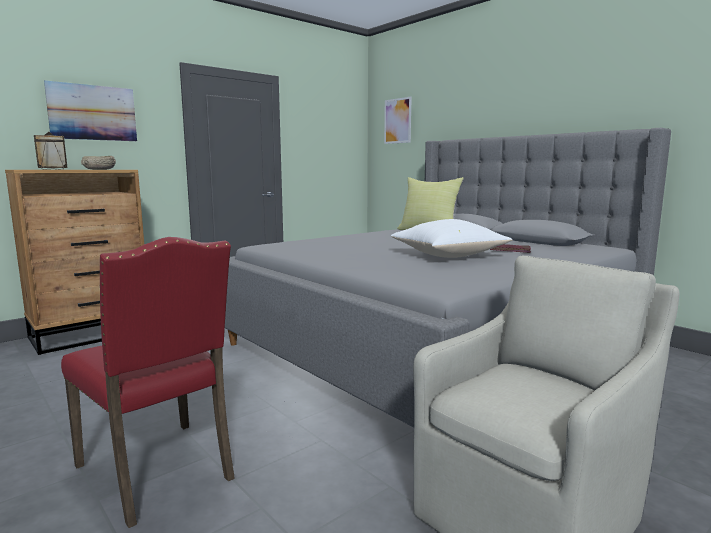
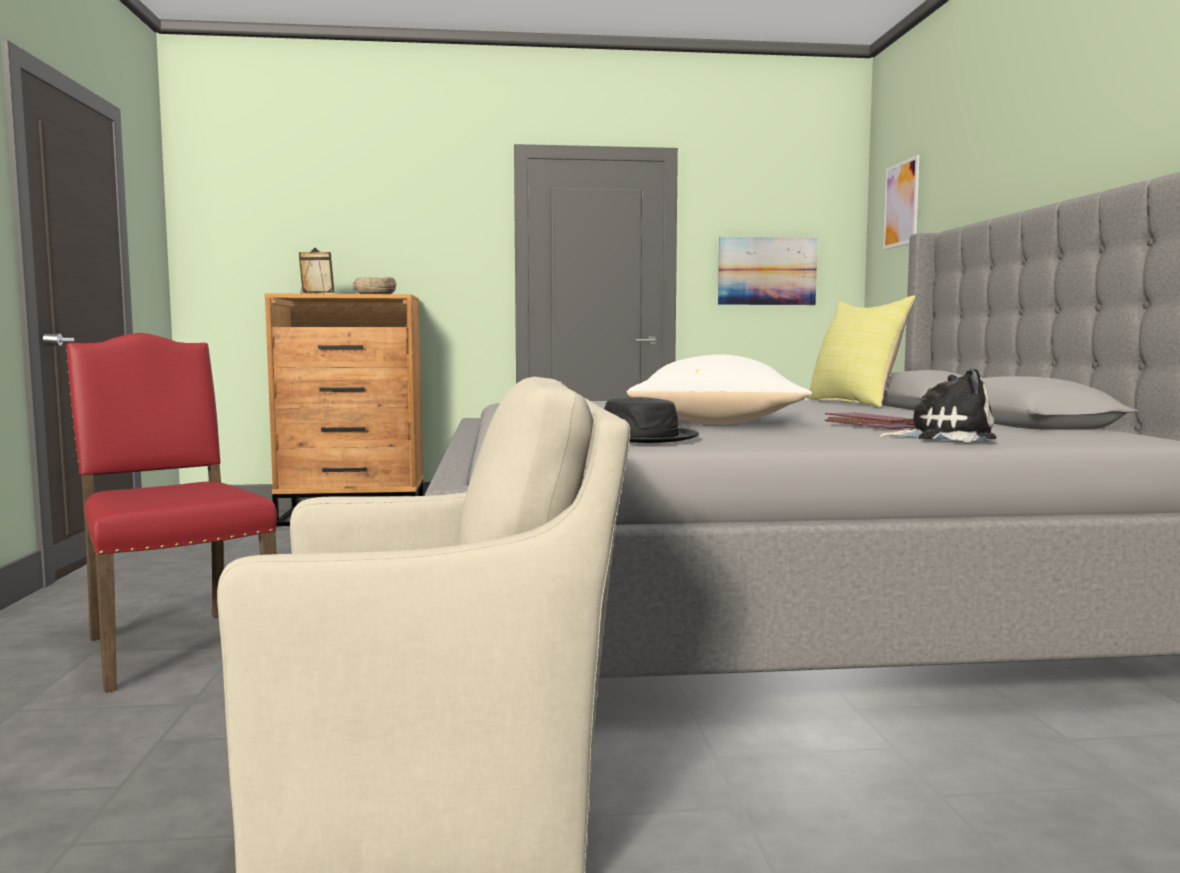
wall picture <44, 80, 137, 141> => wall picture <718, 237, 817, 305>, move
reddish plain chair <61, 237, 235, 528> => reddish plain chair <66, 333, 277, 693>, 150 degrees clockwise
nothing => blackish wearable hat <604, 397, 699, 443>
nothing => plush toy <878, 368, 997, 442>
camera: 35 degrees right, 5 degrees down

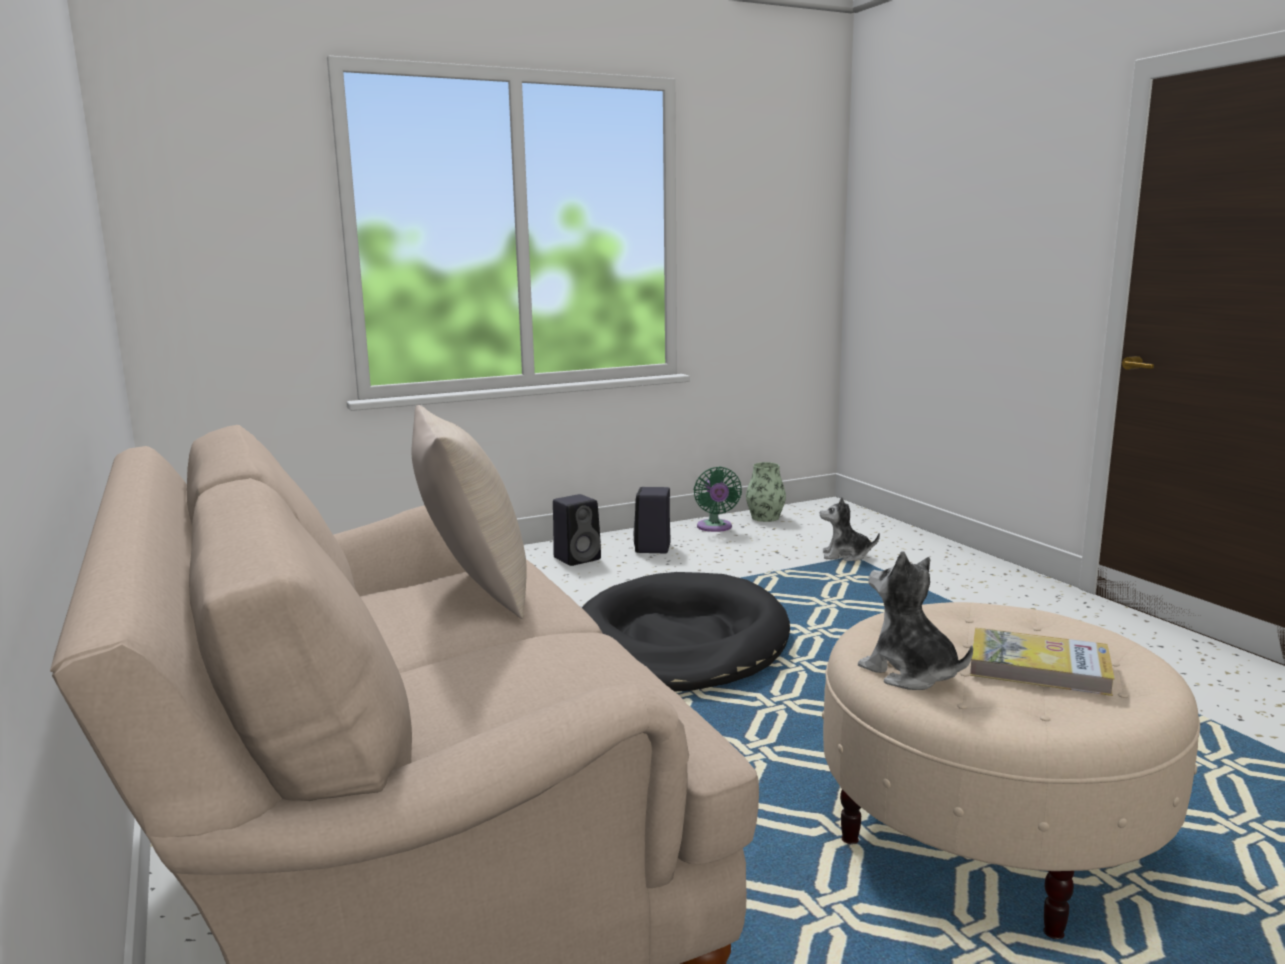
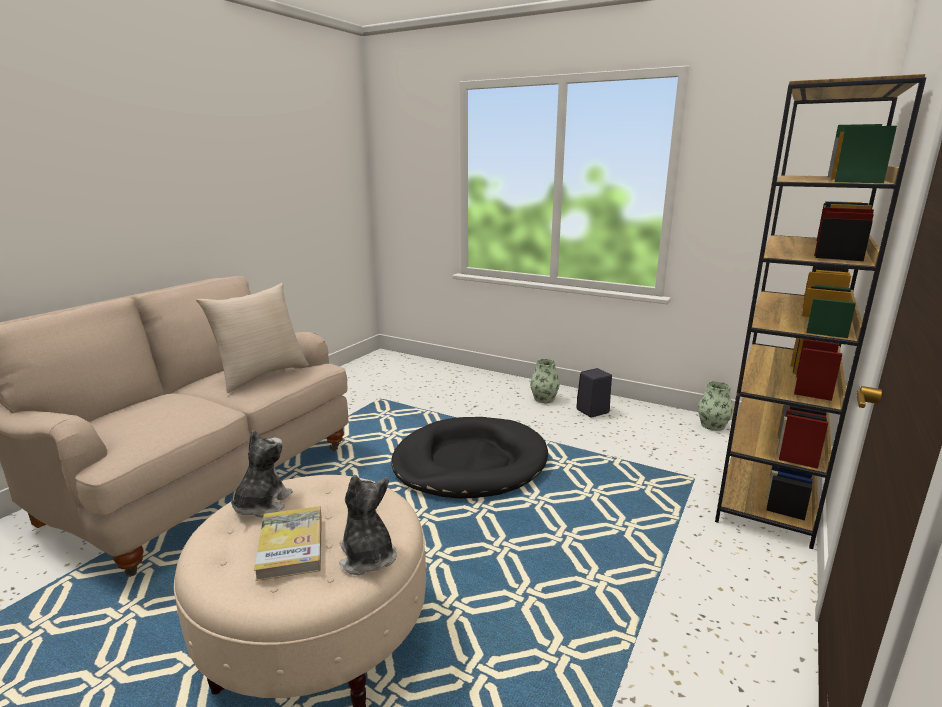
blackish loudspeaker <553, 494, 601, 566> => vase <530, 359, 560, 403>
greenish fan <694, 467, 742, 532> => nothing
plush toy <820, 498, 880, 561> => plush toy <339, 475, 397, 575>, move
nothing => brown-coloured shelving unit <715, 74, 926, 549>
camera: 55 degrees right, 5 degrees up

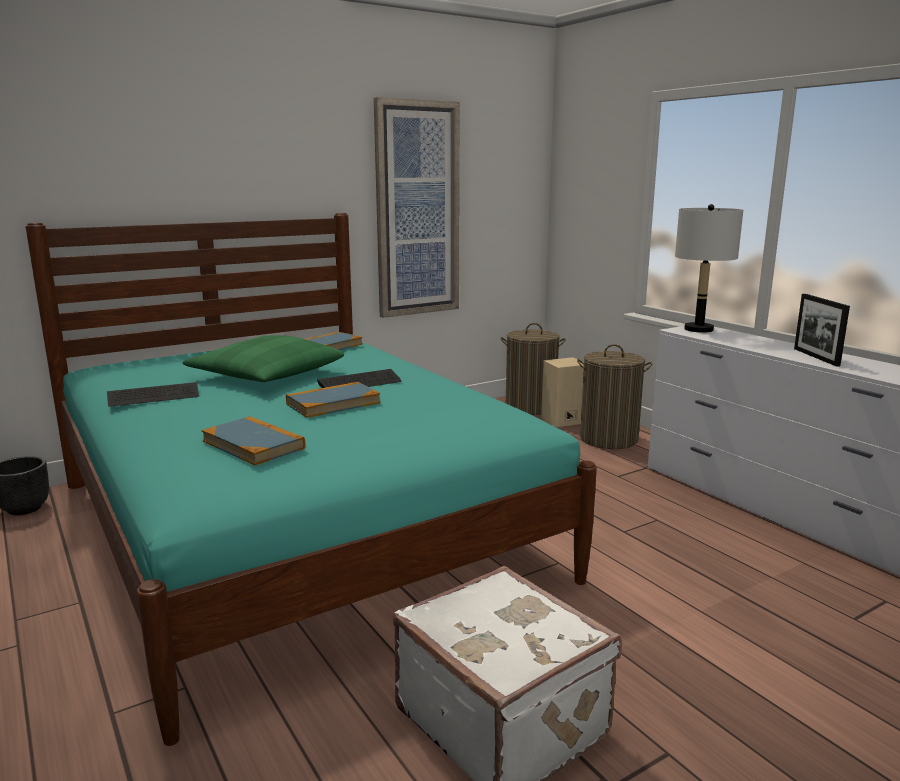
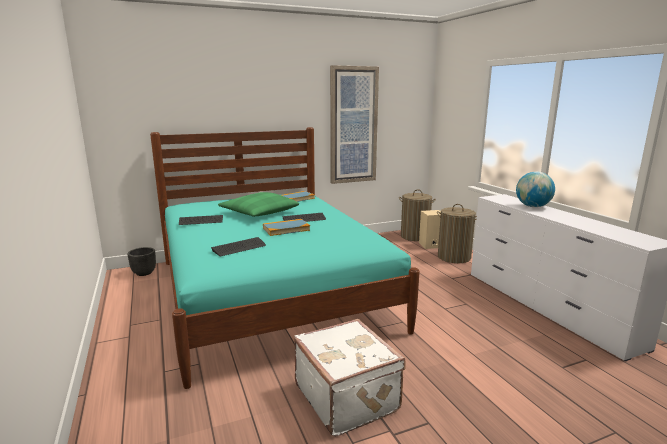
volume <202, 416, 305, 465> => computer keyboard <211, 237, 266, 256>
gray tabletop lamp <675, 204, 743, 333> => nothing
photo frame <794, 294, 850, 366> => nothing
nothing => world globe <516, 172, 555, 207>
camera: 10 degrees right, 0 degrees up

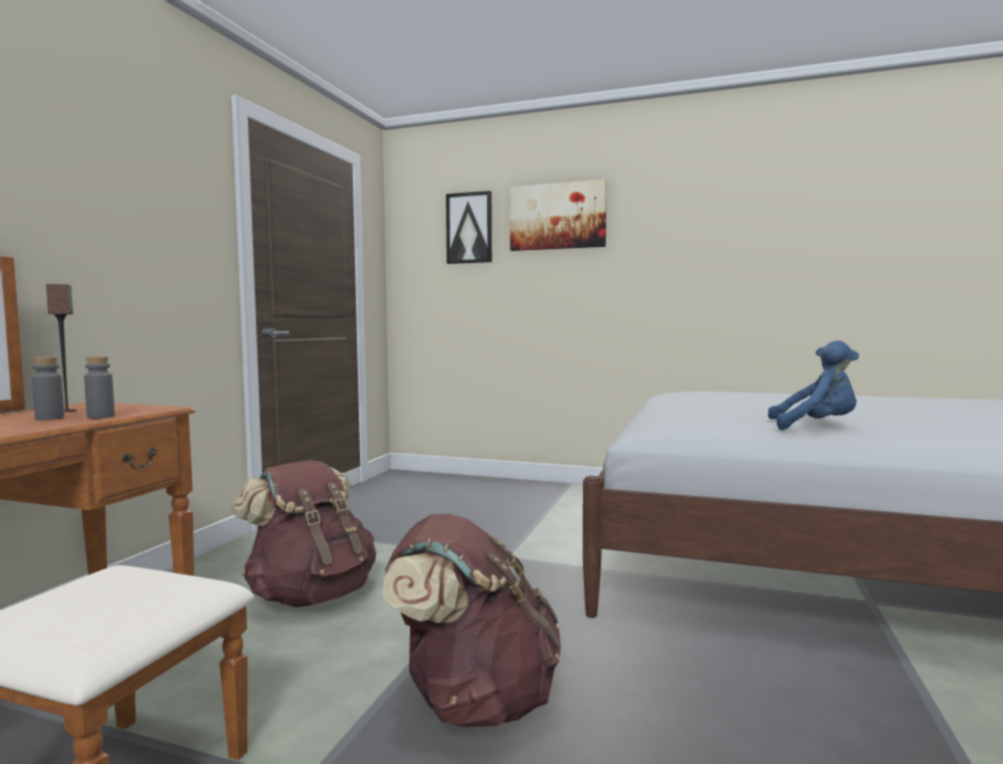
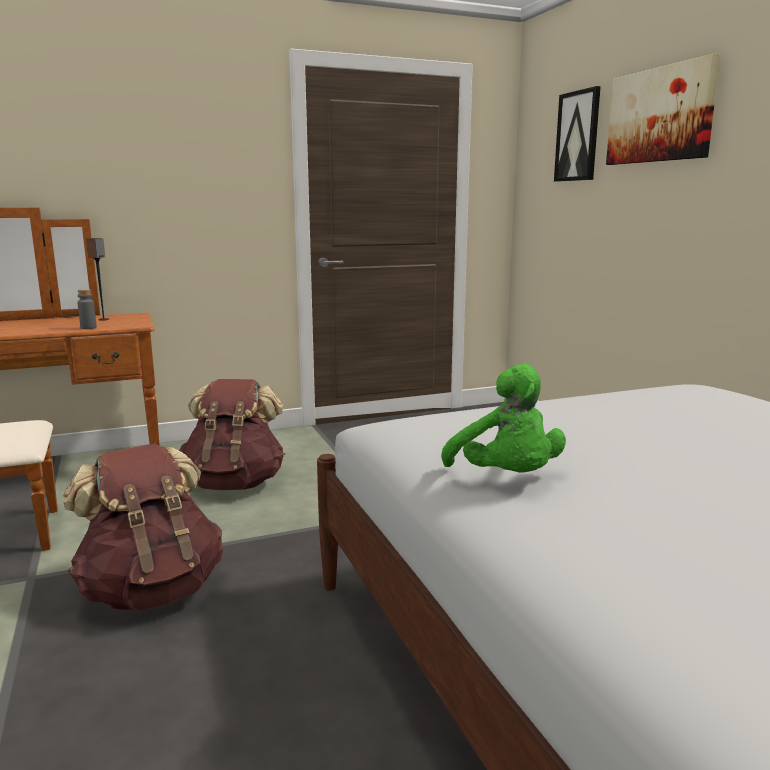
gray bottle <32, 357, 64, 420> => nothing
blue plush toy <768, 340, 859, 430> => greenish plush toy <441, 364, 566, 472>
camera: 50 degrees right, 10 degrees up

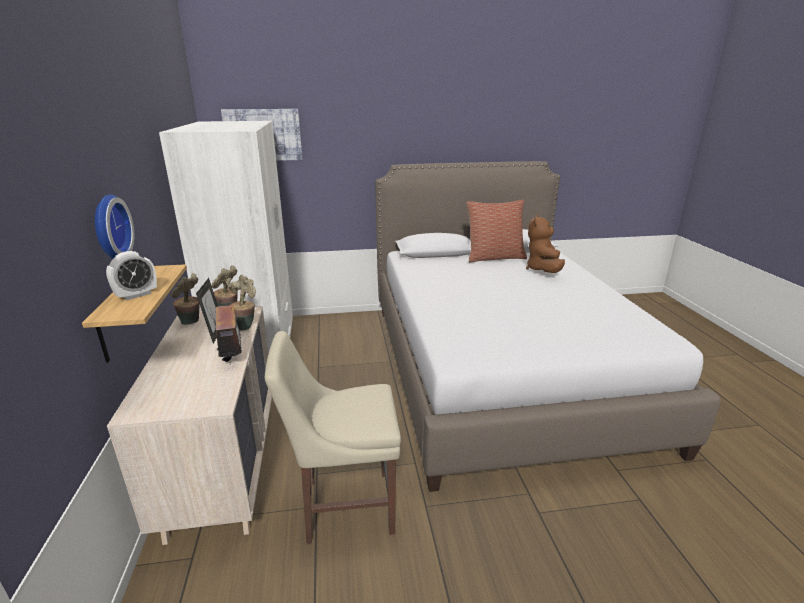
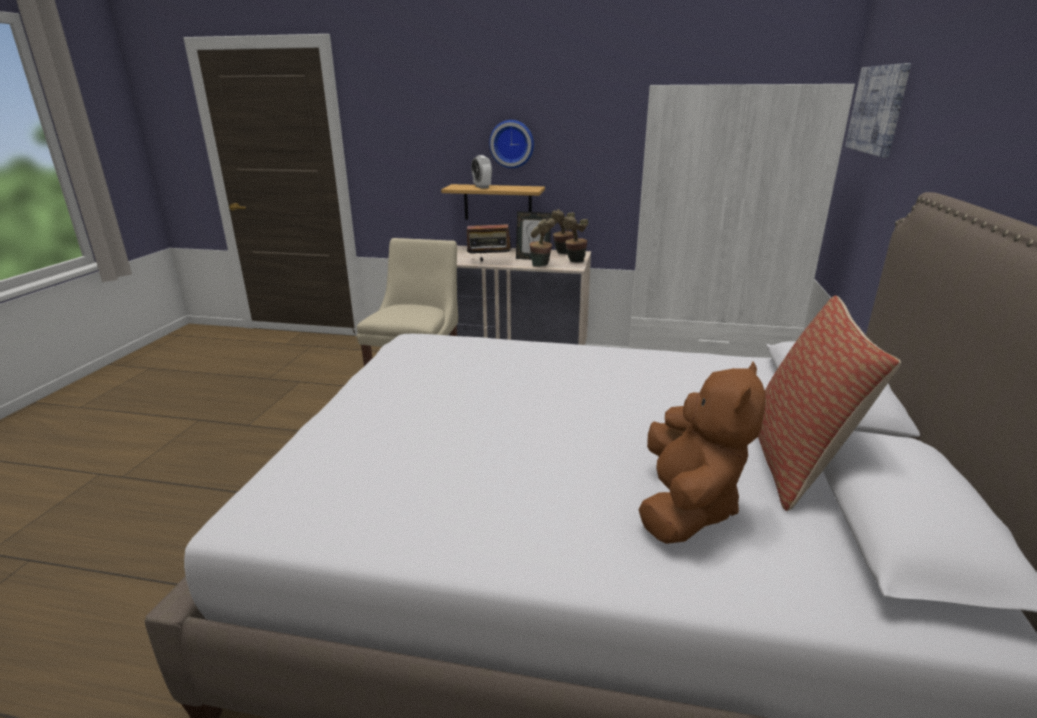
brown-coloured plush toy <526, 215, 565, 273> => brown-coloured plush toy <639, 361, 766, 544>, 75 degrees clockwise
camera: 110 degrees right, 0 degrees up

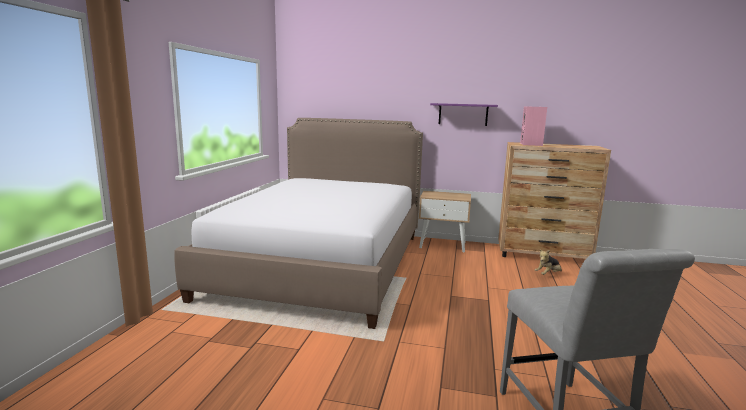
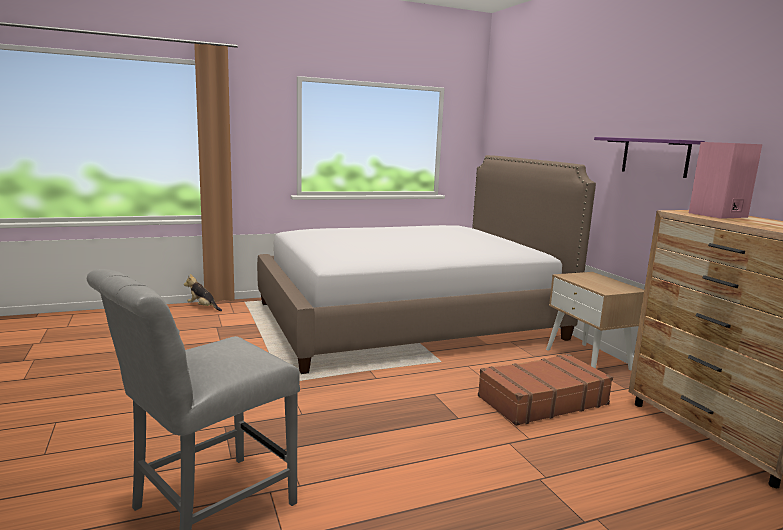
plush toy <535, 249, 562, 275> => plush toy <184, 274, 222, 311>, move
nothing => brown-coloured suitcase <478, 354, 613, 426>
camera: 55 degrees right, 0 degrees up

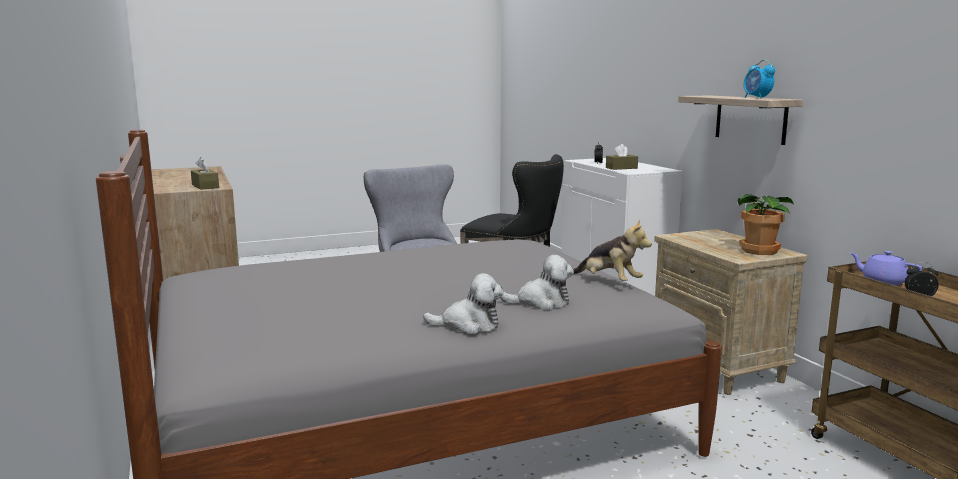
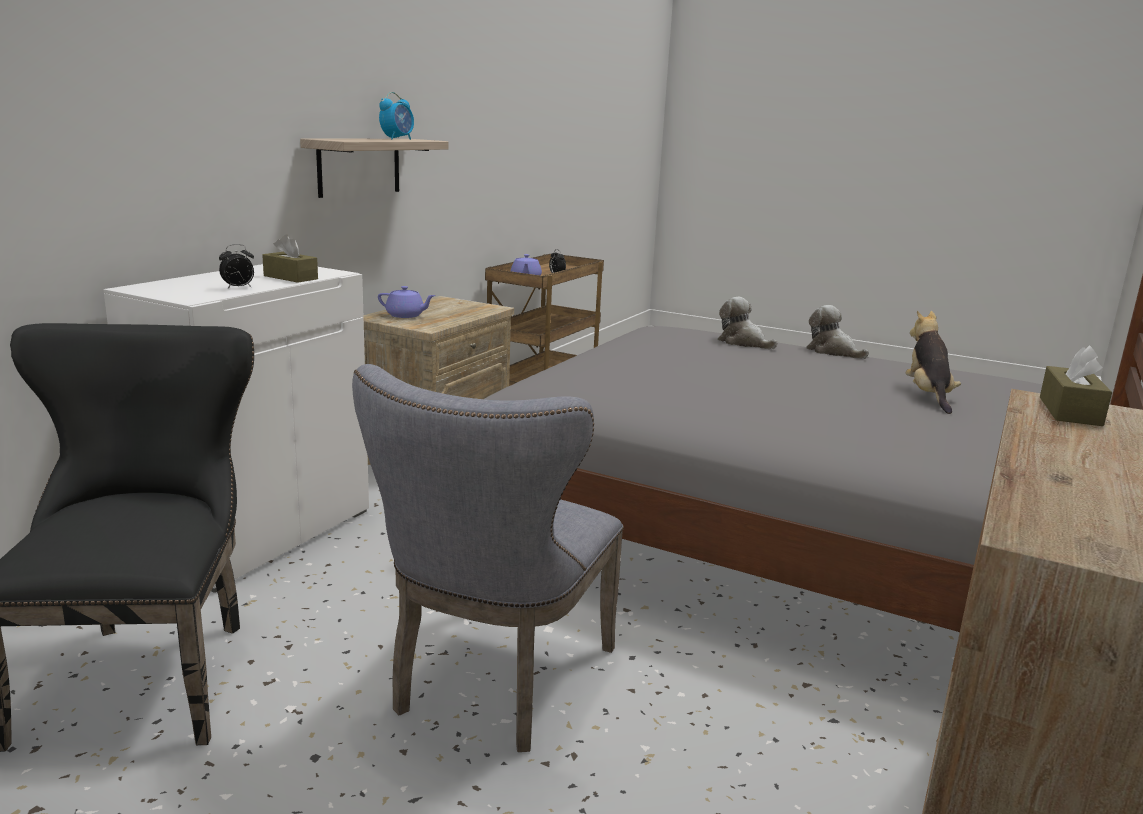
plush toy <573, 220, 652, 281> => plush toy <906, 310, 961, 414>, move
houseplant <737, 194, 794, 255> => nothing
nothing => purple-coloured teapot <378, 286, 436, 318>
camera: 130 degrees left, 5 degrees up

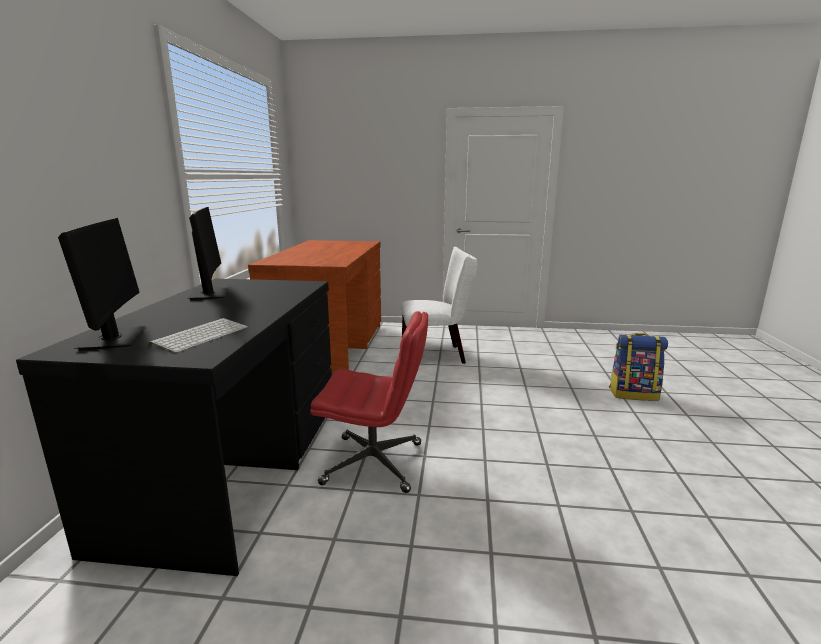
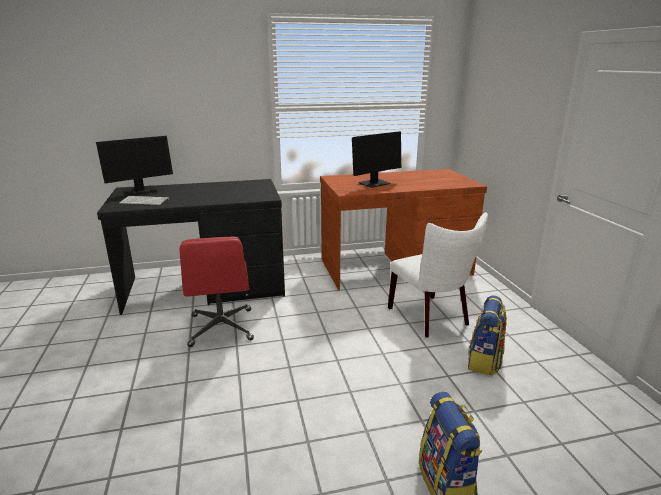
computer screen <188, 207, 230, 300> => computer screen <352, 131, 401, 188>, move
nothing => rucksack <468, 295, 507, 376>
camera: 70 degrees right, 5 degrees up

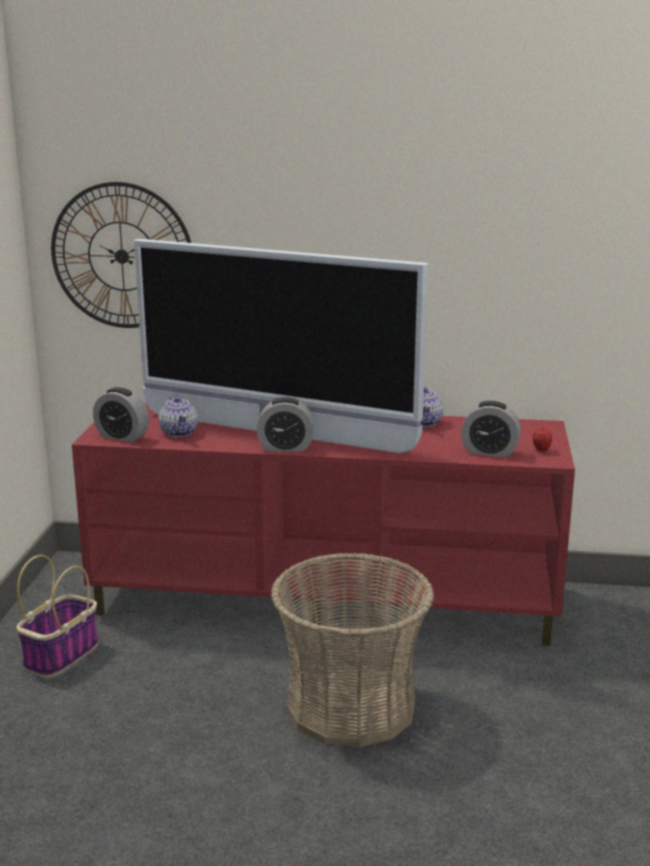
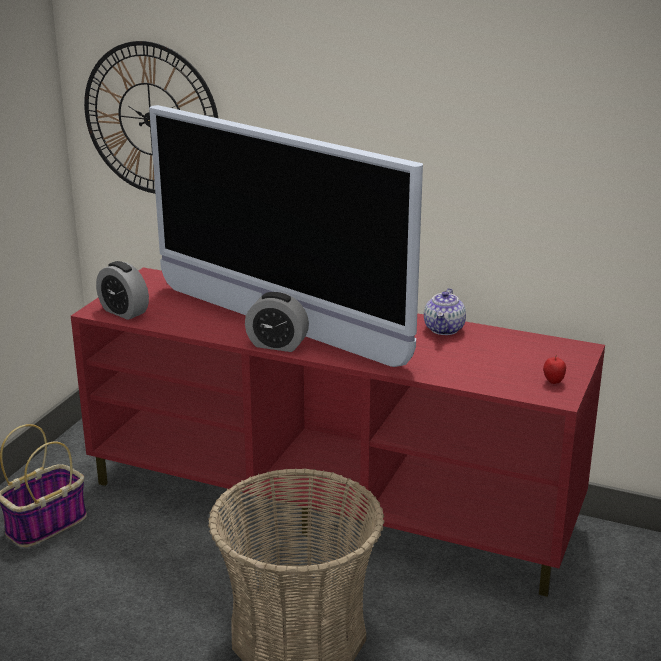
teapot <159, 396, 198, 437> => nothing
bedside clock <461, 401, 521, 457> => nothing
camera: 15 degrees right, 5 degrees up

